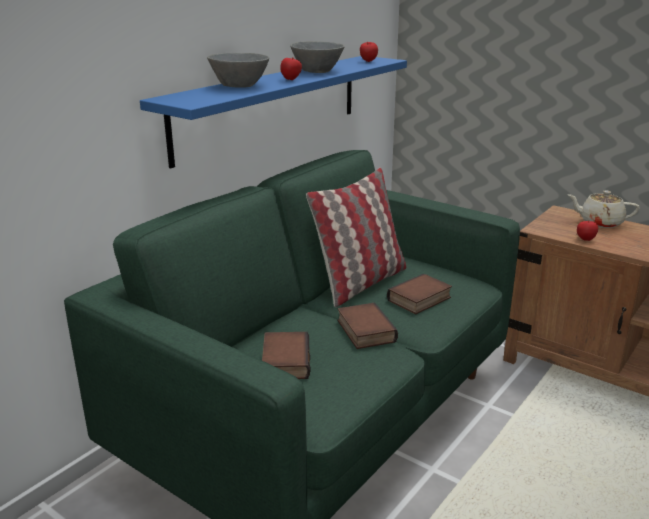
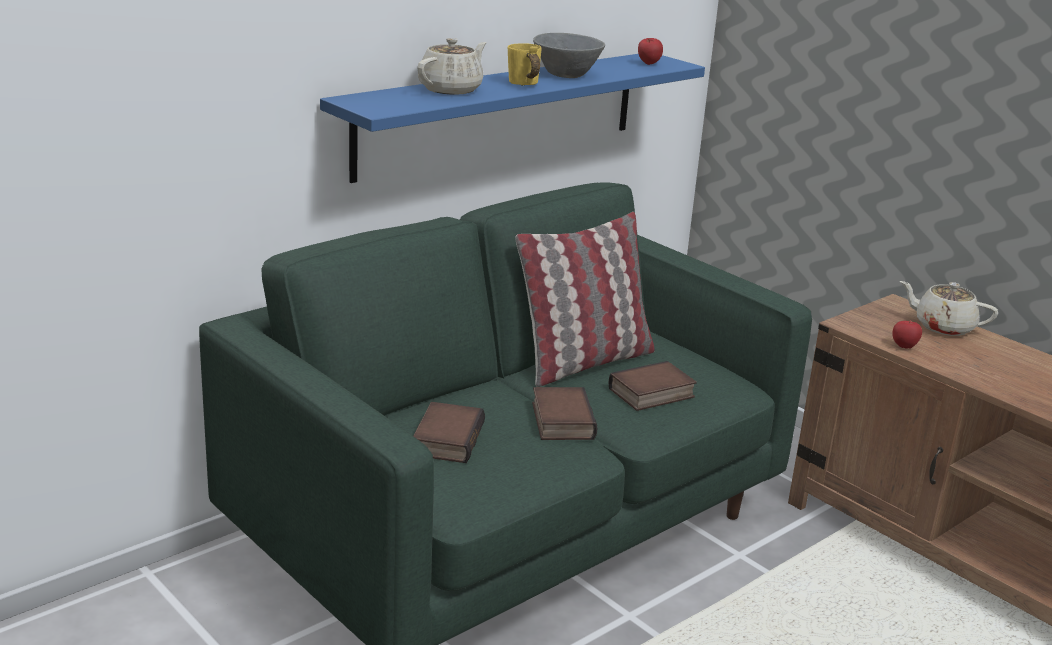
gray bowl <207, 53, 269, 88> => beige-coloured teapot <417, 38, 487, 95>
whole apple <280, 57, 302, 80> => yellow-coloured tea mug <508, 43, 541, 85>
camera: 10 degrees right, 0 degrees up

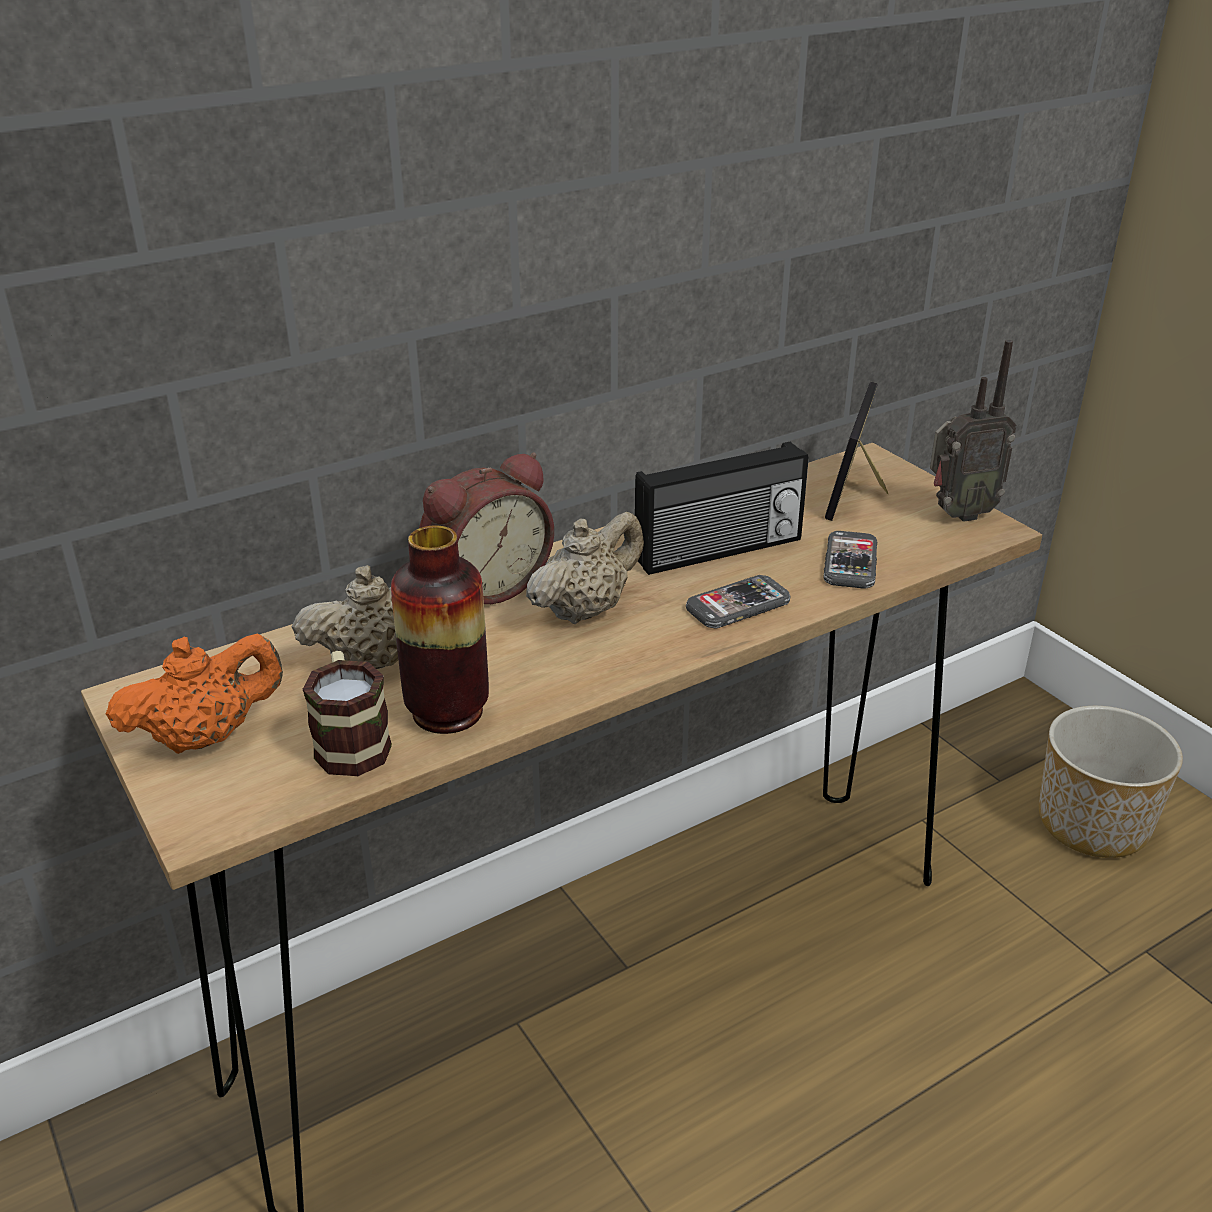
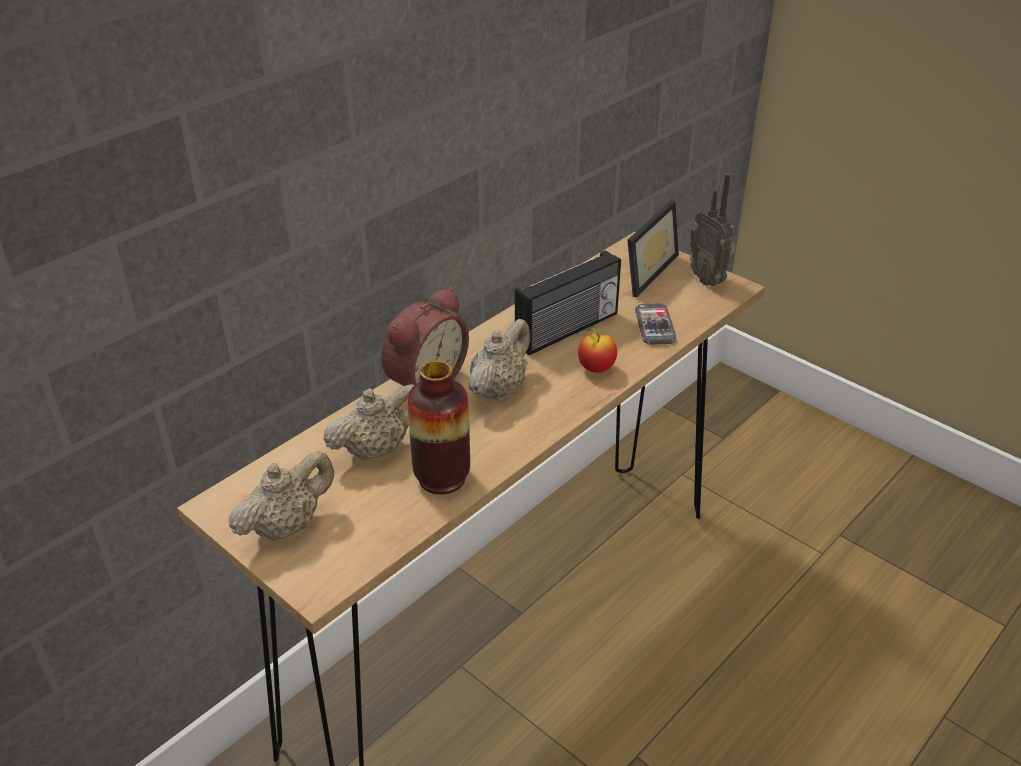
orangey teapot <105, 633, 283, 754> => beige-coloured teapot <229, 451, 335, 541>
tea mug <303, 651, 392, 776> => nothing
telephone <686, 575, 790, 628> => whole apple <578, 326, 617, 373>
photo frame <825, 382, 888, 521> => photo frame <627, 200, 679, 297>, 150 degrees counterclockwise
radio <930, 340, 1017, 522> => radio <690, 173, 736, 286>, 90 degrees clockwise
flower pot <1039, 706, 1183, 858> => nothing
camera: 15 degrees left, 5 degrees up

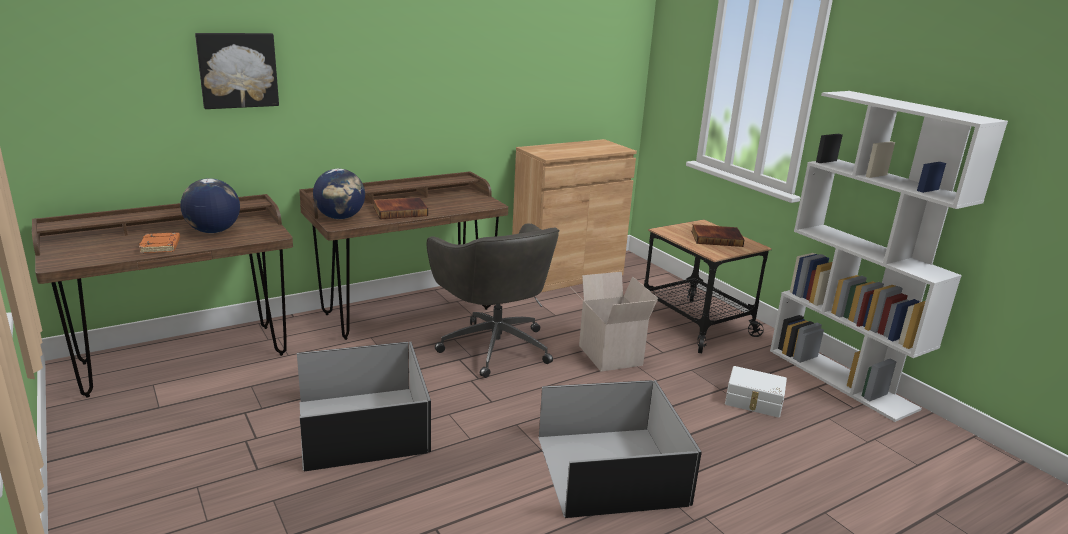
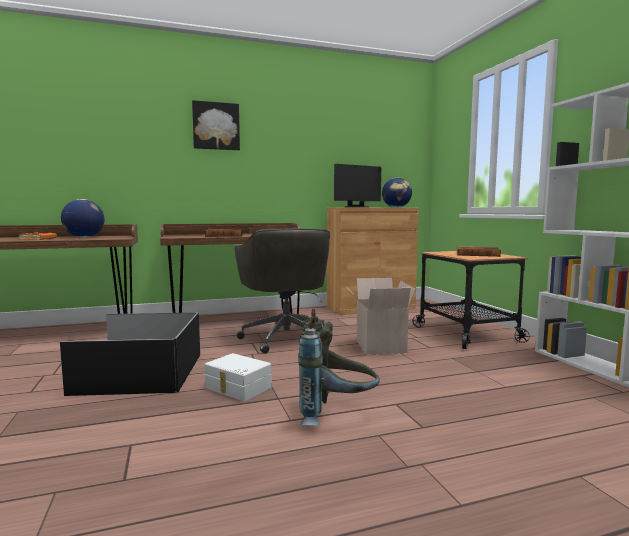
wall picture <195, 33, 279, 109> => wall picture <192, 100, 240, 150>, move
world globe <313, 169, 365, 219> => world globe <382, 178, 412, 208>, move
blackish storage container <538, 380, 702, 518> => gray rucksack <298, 308, 380, 425>
whitish storage container <725, 366, 787, 418> => whitish storage container <205, 353, 272, 401>, move
nothing => computer screen <334, 164, 381, 208>
camera: 15 degrees right, 15 degrees down

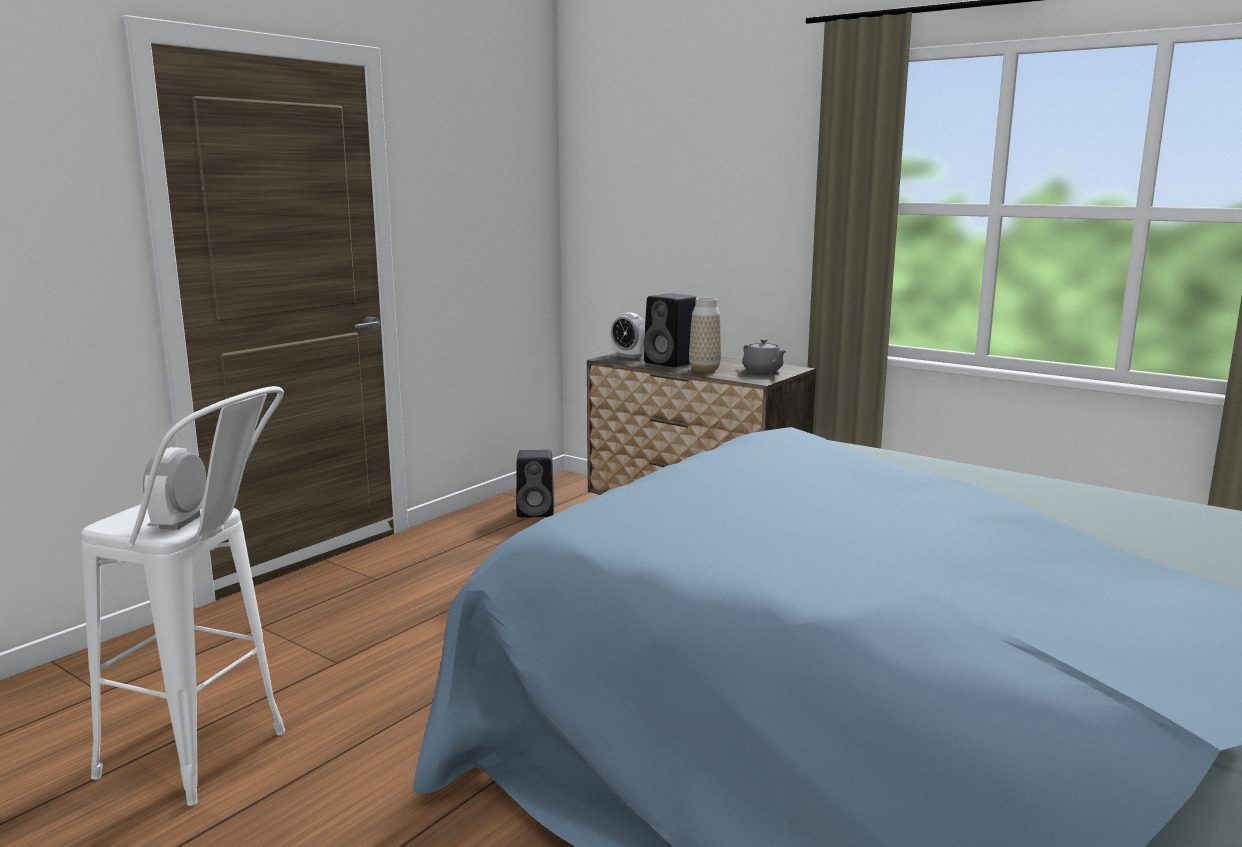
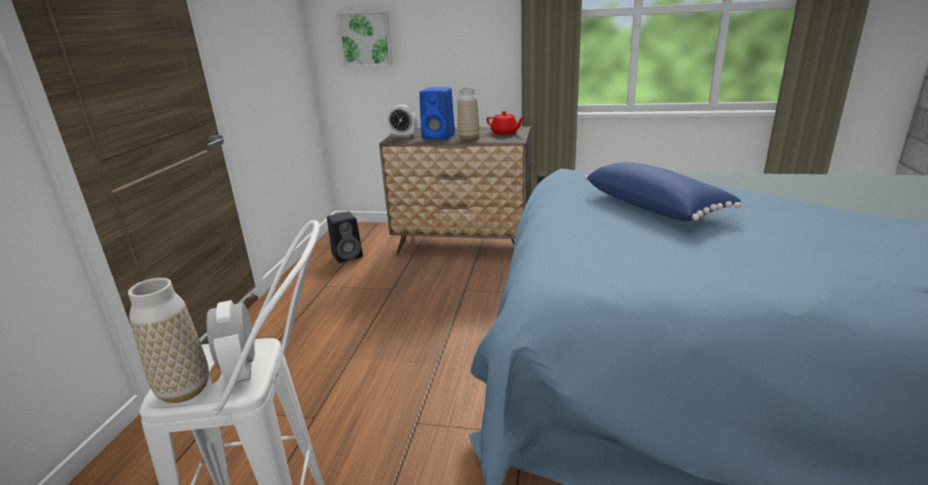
blackish loudspeaker <644, 293, 696, 367> => blue loudspeaker <419, 87, 455, 140>
gray teapot <742, 339, 786, 373> => reddish teapot <486, 111, 524, 135>
nothing => vase <128, 278, 209, 403>
nothing => wall picture <337, 11, 393, 67>
nothing => blue throw pillow <585, 162, 741, 221>
camera: 25 degrees left, 10 degrees up

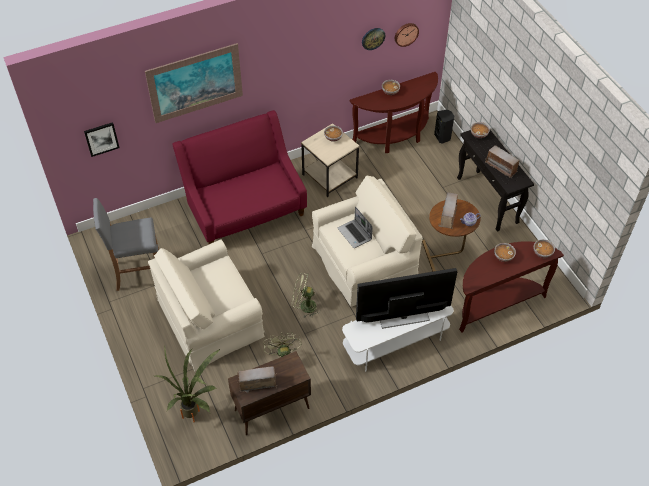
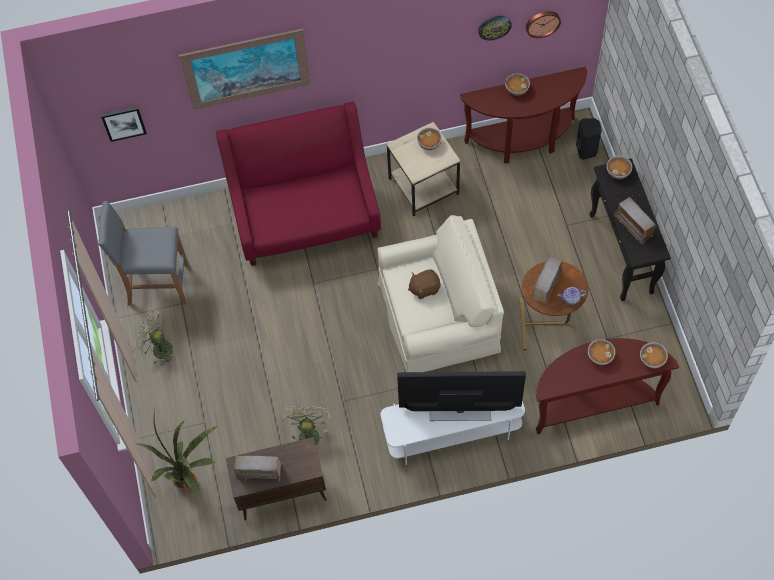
beige-coloured lounge chair <148, 239, 266, 371> => nothing
greenish fan <292, 273, 321, 318> => greenish fan <134, 311, 175, 366>, move
notebook computer <337, 206, 373, 248> => brown-coloured plush toy <408, 269, 441, 299>
camera: 15 degrees right, 10 degrees up

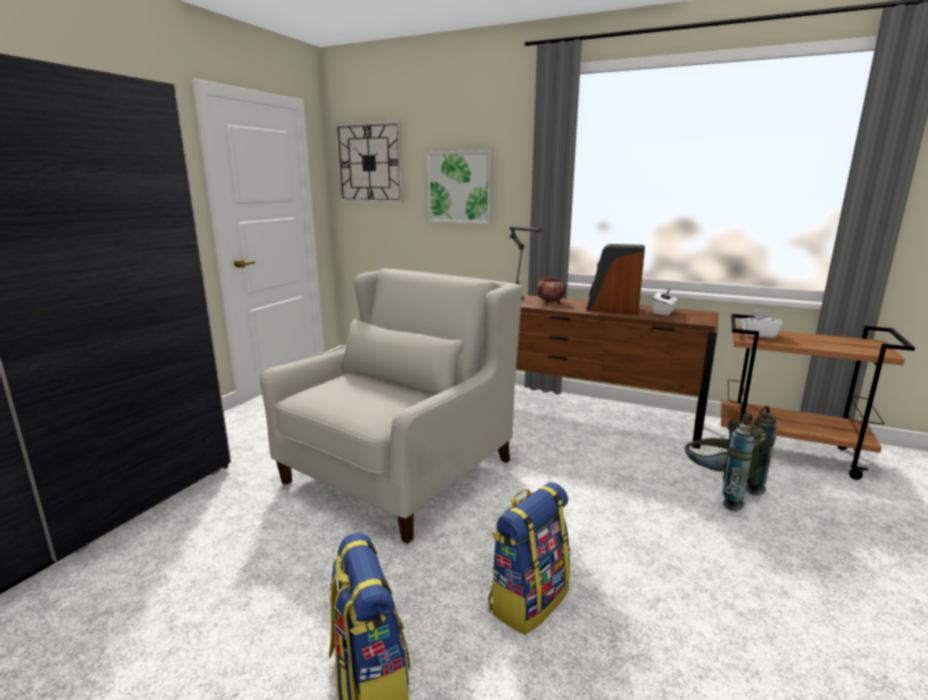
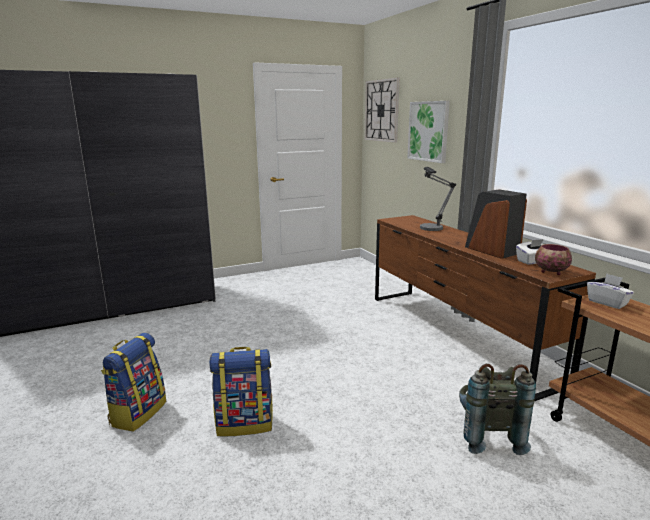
whitish lounge chair <260, 268, 522, 544> => nothing
bowl <536, 278, 566, 304> => bowl <535, 244, 572, 275>, move
camera: 40 degrees right, 0 degrees up

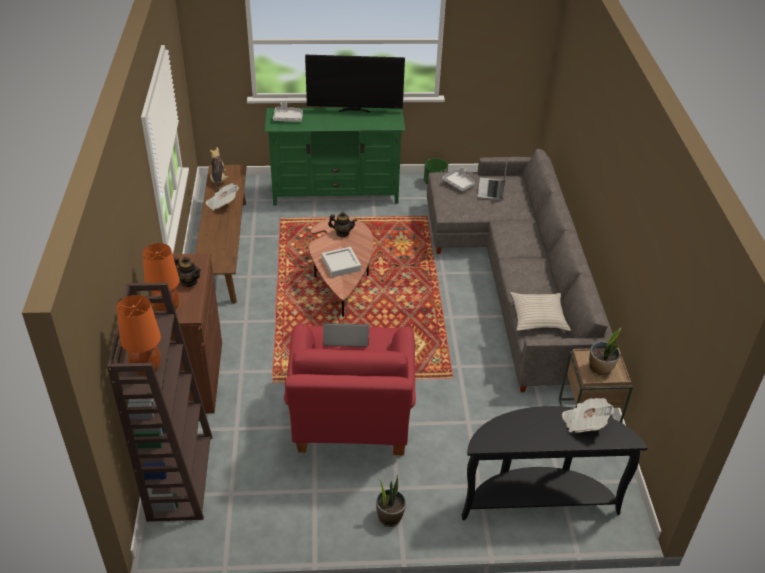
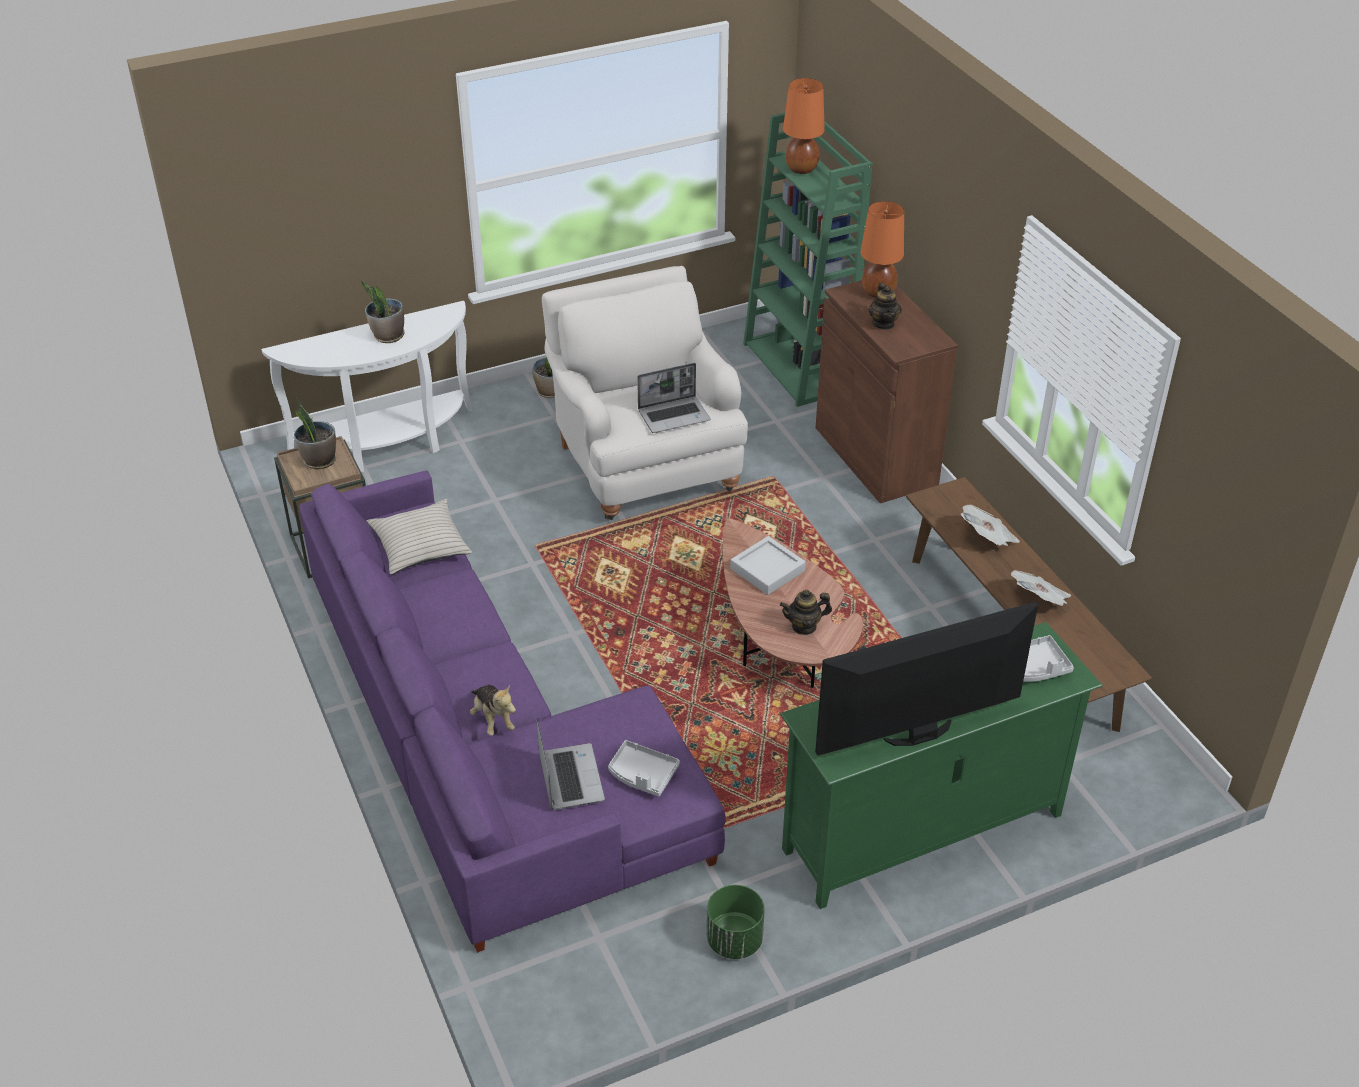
brown-coloured shelving unit <107, 283, 212, 522> => greenish shelving unit <743, 113, 872, 407>
teapot <174, 257, 201, 287> => teapot <868, 283, 902, 330>, 105 degrees counterclockwise
plush toy <210, 147, 228, 191> => plush toy <470, 685, 516, 736>, move
reddish lounge chair <284, 324, 416, 455> => whitish lounge chair <542, 266, 748, 520>
gray sofa <427, 149, 613, 392> => purple-coloured sofa <299, 471, 726, 953>
blackish narrow table <462, 406, 647, 520> => whitish narrow table <261, 301, 473, 473>
daily paper <562, 398, 614, 432> => daily paper <961, 505, 1020, 546>, move
nothing => houseplant <361, 280, 405, 343>
camera: 160 degrees right, 0 degrees up

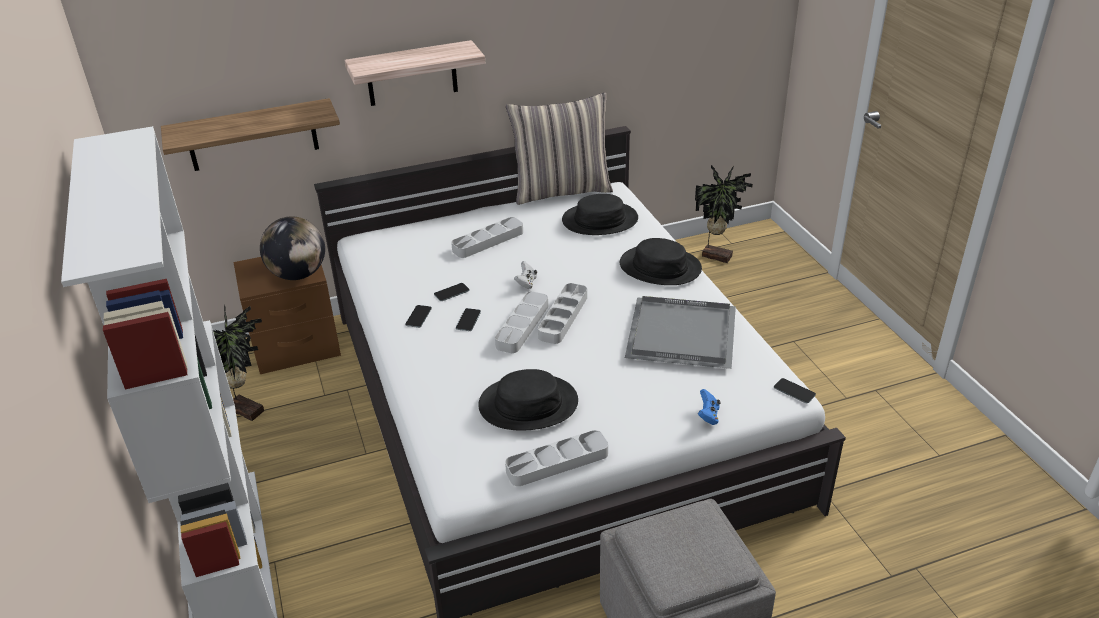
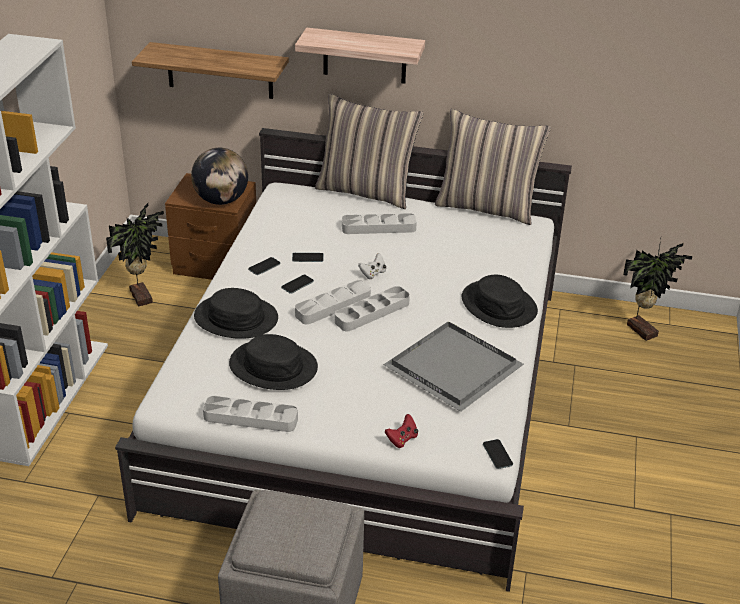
blackish wearable hat <562, 194, 638, 235> => blackish wearable hat <194, 288, 278, 339>, move
blue joypad <698, 389, 720, 425> => reddish joypad <385, 414, 418, 448>
nothing => throw pillow <315, 94, 423, 209>
camera: 30 degrees right, 0 degrees up

